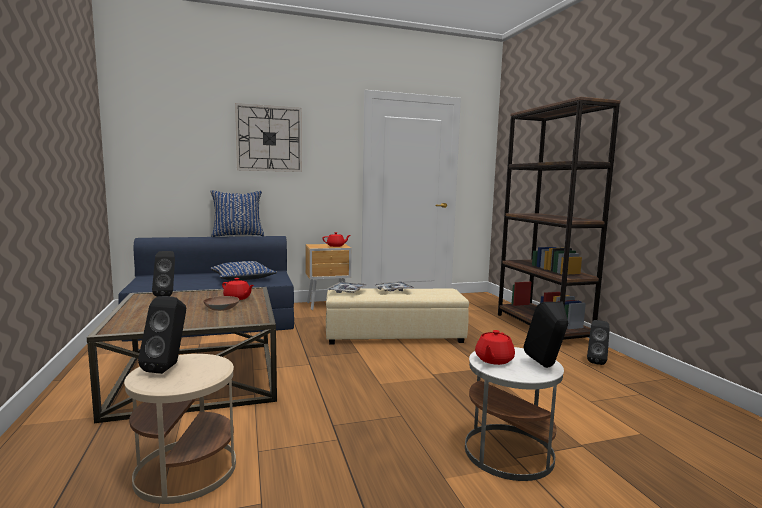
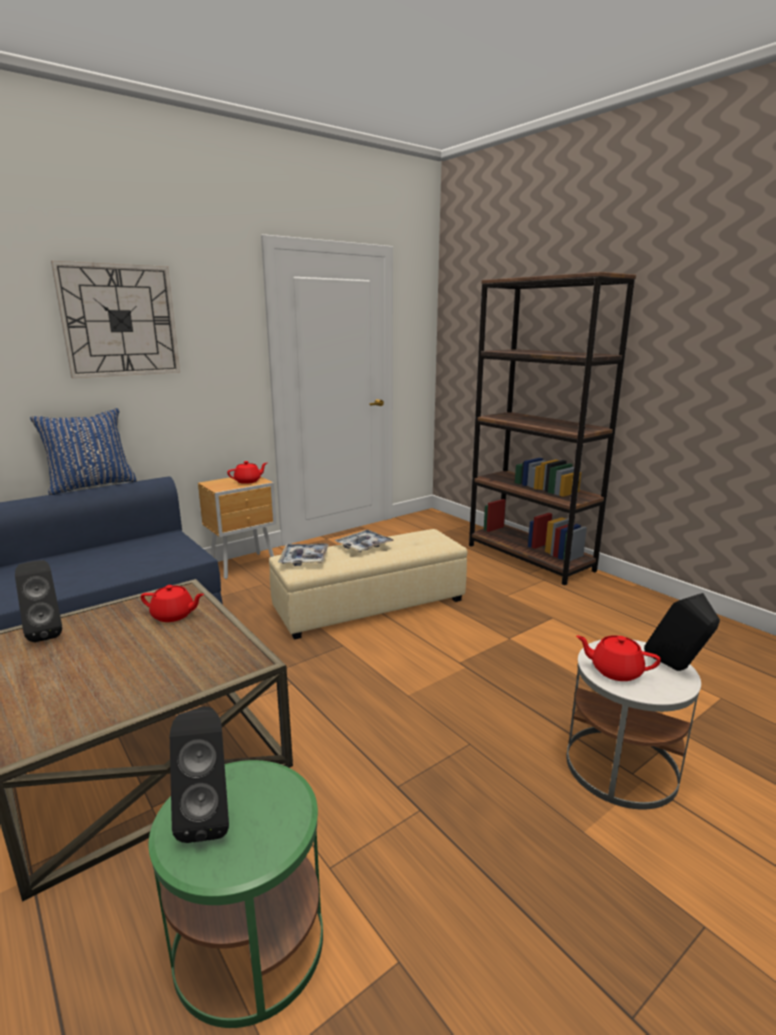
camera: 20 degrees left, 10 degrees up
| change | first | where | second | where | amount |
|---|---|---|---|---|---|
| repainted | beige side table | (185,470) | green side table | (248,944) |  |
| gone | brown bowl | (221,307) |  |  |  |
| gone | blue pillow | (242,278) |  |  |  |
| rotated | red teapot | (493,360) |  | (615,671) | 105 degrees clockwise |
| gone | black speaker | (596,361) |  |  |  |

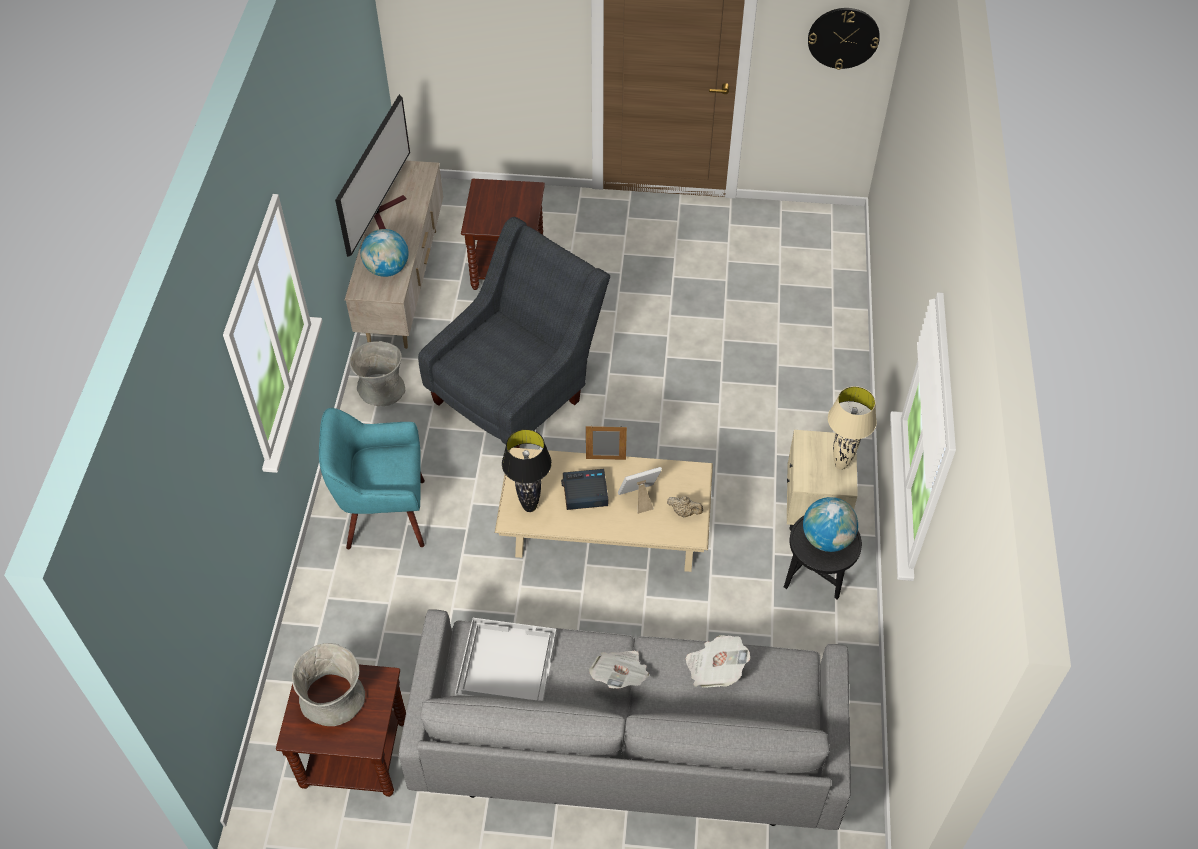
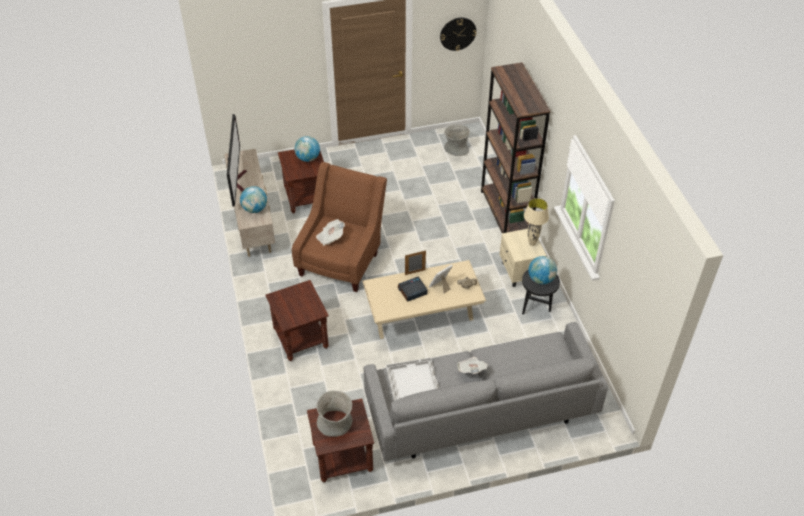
camera: 20 degrees left, 5 degrees down
| change | first | where | second | where | amount |
|---|---|---|---|---|---|
| swapped | turquoise armchair | (384,515) | brown side table | (300,338) |  |
| shifted | grey vase | (381,388) |  | (456,149) |  |
| repainted | grey armchair | (518,392) | brown armchair | (342,258) |  |
| gone | black table lamp | (529,507) |  |  |  |
| shifted | newspaper | (715,669) |  | (330,237) |  |
| new |  |  | globe | (308,158) |  |
| new |  |  | brown bookcase | (505,213) |  |

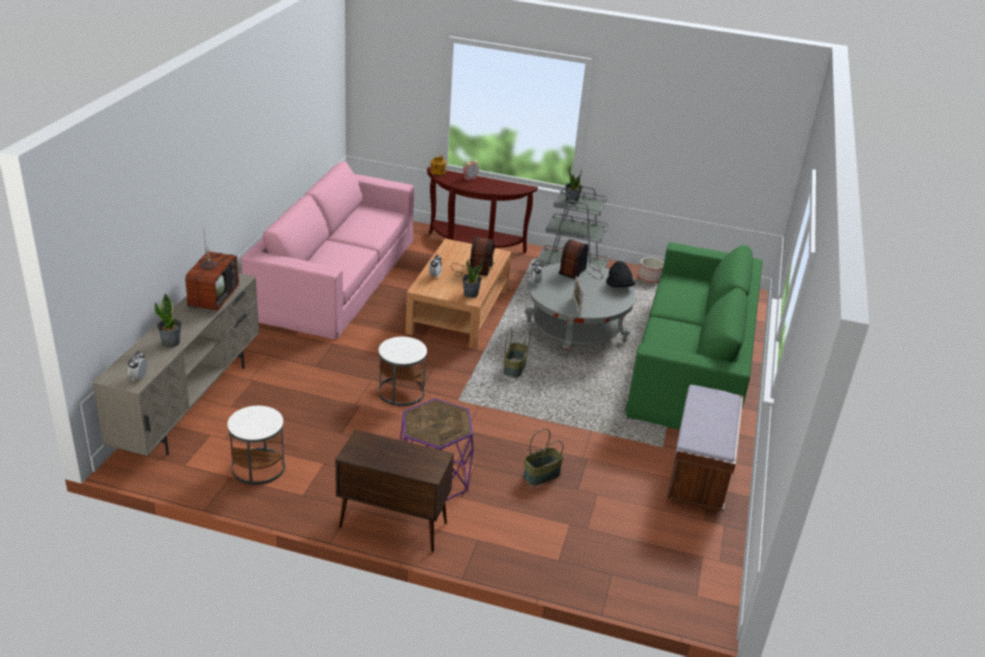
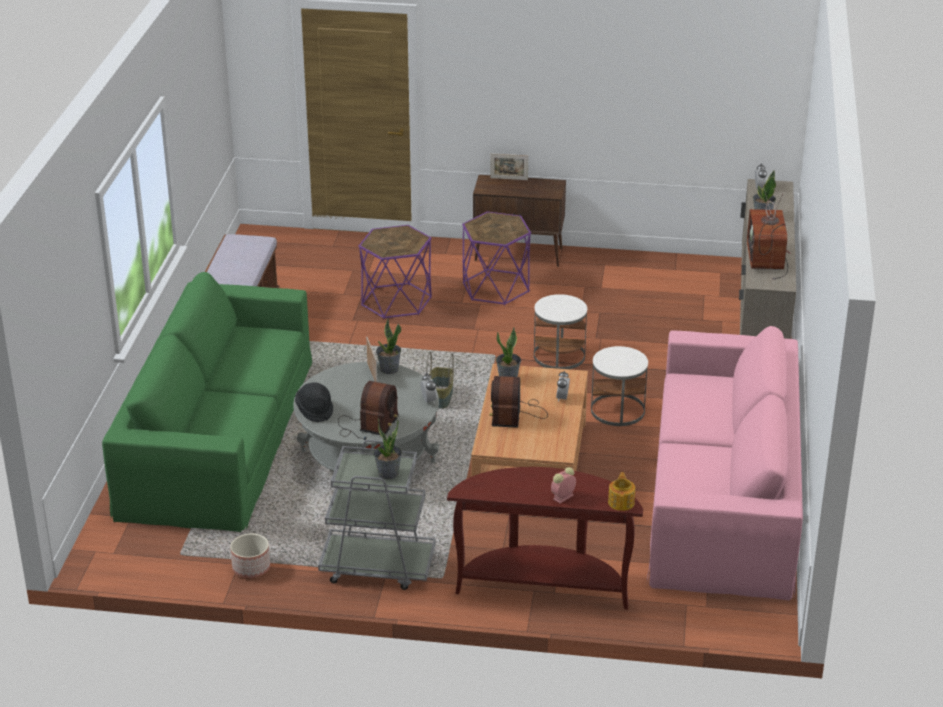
camera: 175 degrees right, 0 degrees up
| change | first | where | second | where | amount |
|---|---|---|---|---|---|
| shifted | white side table | (258,467) |  | (618,410) |  |
| swapped | basket | (541,476) | purple side table | (396,301) |  |
| new |  |  | potted plant | (389,369) |  |
| new |  |  | picture frame | (509,179) |  |

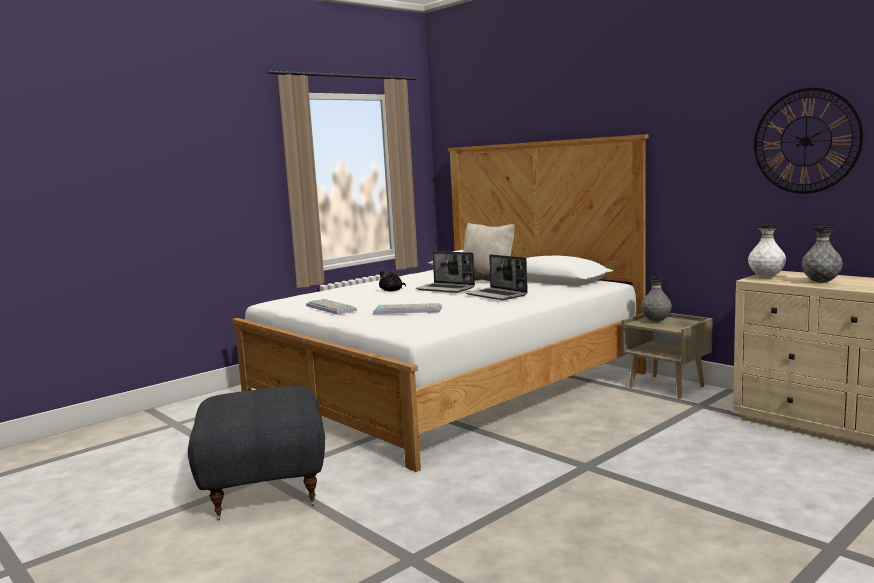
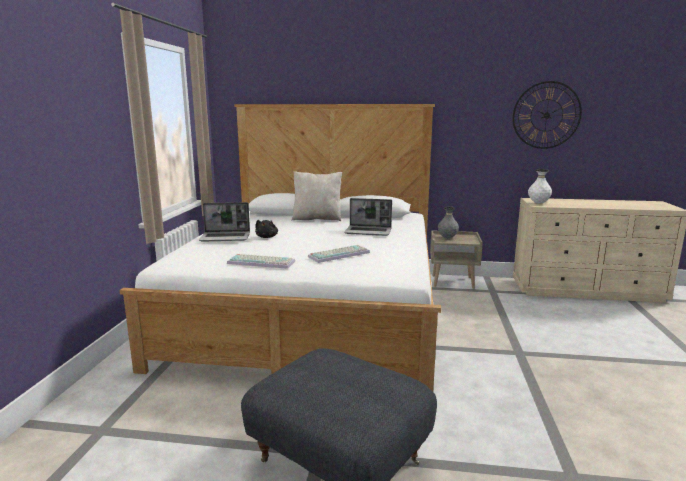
camera: 40 degrees left, 5 degrees up
| change | first | where | second | where | amount |
|---|---|---|---|---|---|
| shifted | laptop | (446,289) |  | (226,237) |  |
| gone | grey vase | (821,282) |  |  |  |

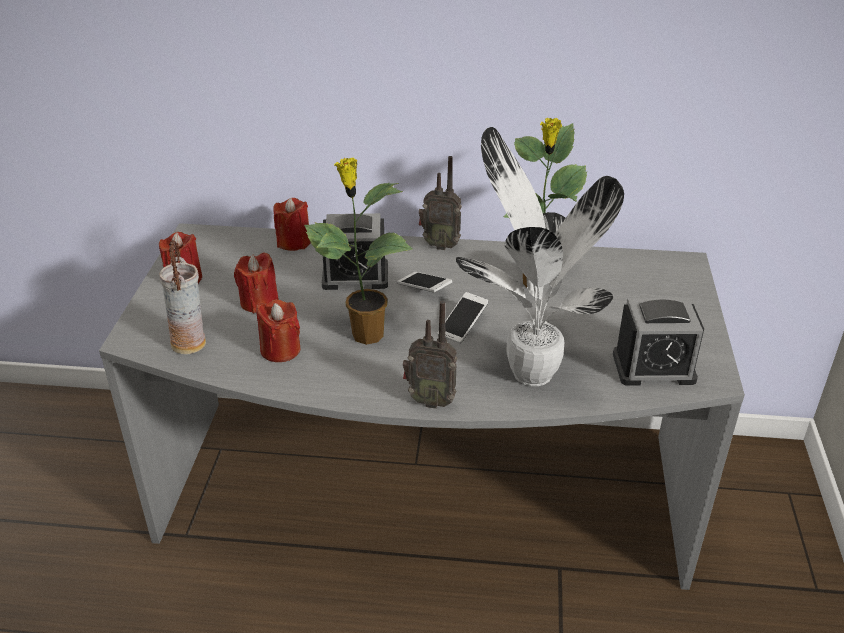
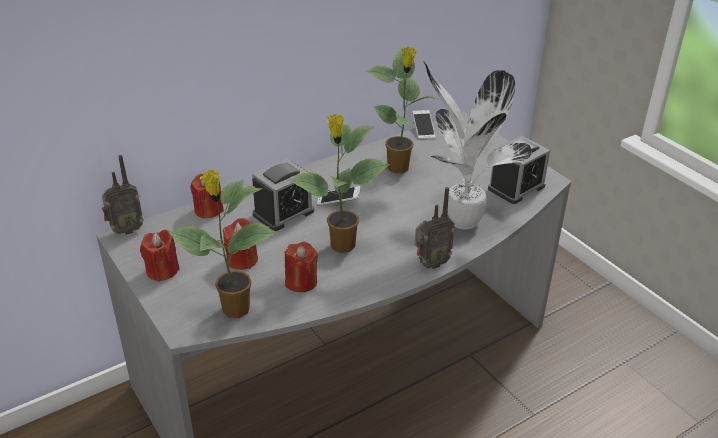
camera: 40 degrees left, 0 degrees up
| change | first | where | second | where | amount |
|---|---|---|---|---|---|
| swapped | vase | (190,344) | potted plant | (234,310) |  |
| shifted | radio | (440,245) |  | (125,230) |  |
| shifted | phone | (462,325) |  | (423,130) |  |

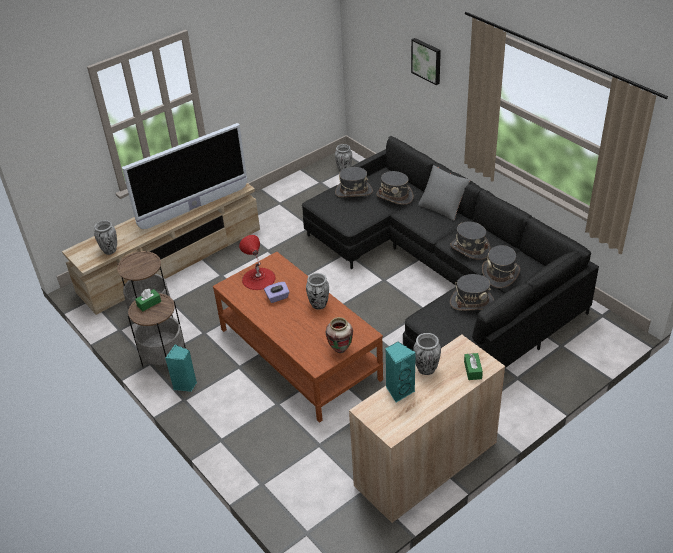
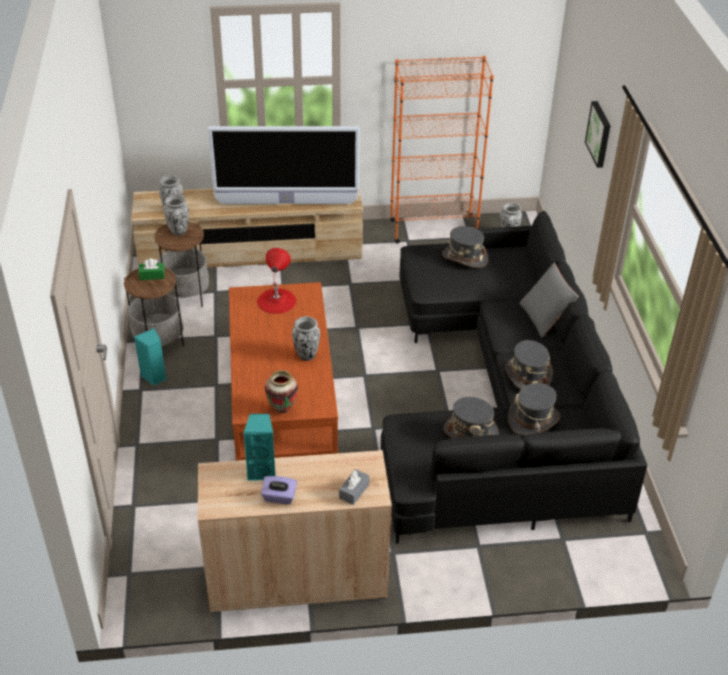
camera: 30 degrees right, 0 degrees up
| change | first | where | second | where | amount |
|---|---|---|---|---|---|
| shifted | purple tissue box | (277,297) |  | (279,497) |  |
| gone | grey hat | (395,196) |  |  |  |
| shifted | vase | (426,369) |  | (179,231) |  |
| repainted | green tissue box | (472,370) | grey tissue box | (354,491) |  |
| new |  |  | orange bookcase | (433,229) |  |

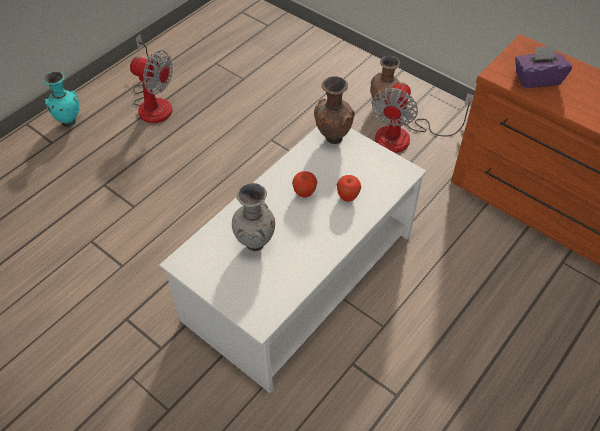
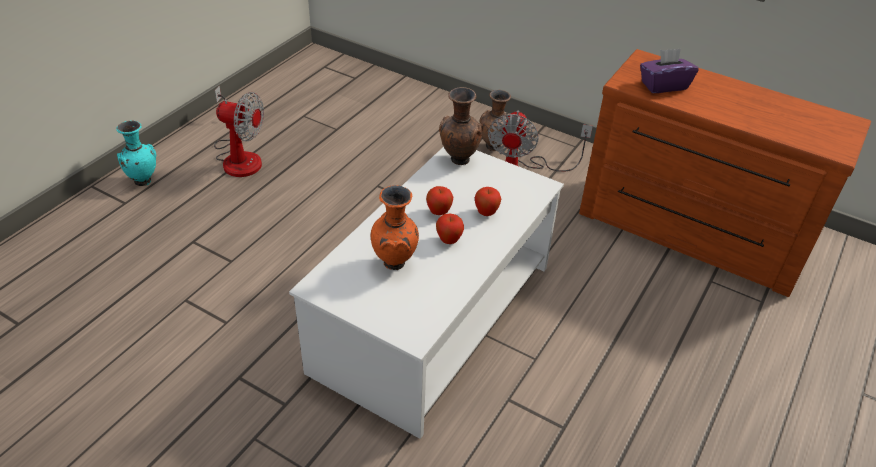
camera: 10 degrees left, 10 degrees down
| change | first | where | second | where | amount |
|---|---|---|---|---|---|
| repainted | grey vase | (256,245) | orange vase | (395,264) |  |
| new |  |  | apple | (449,240) |  |

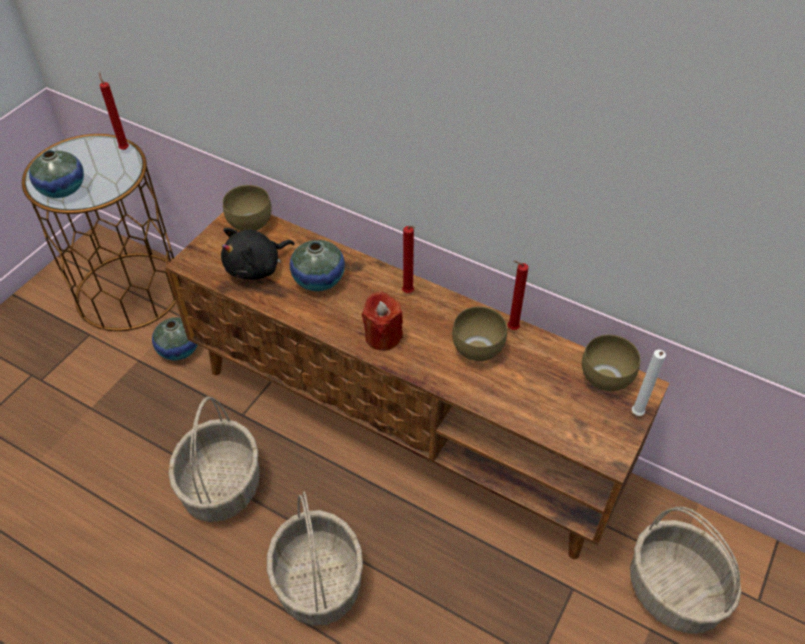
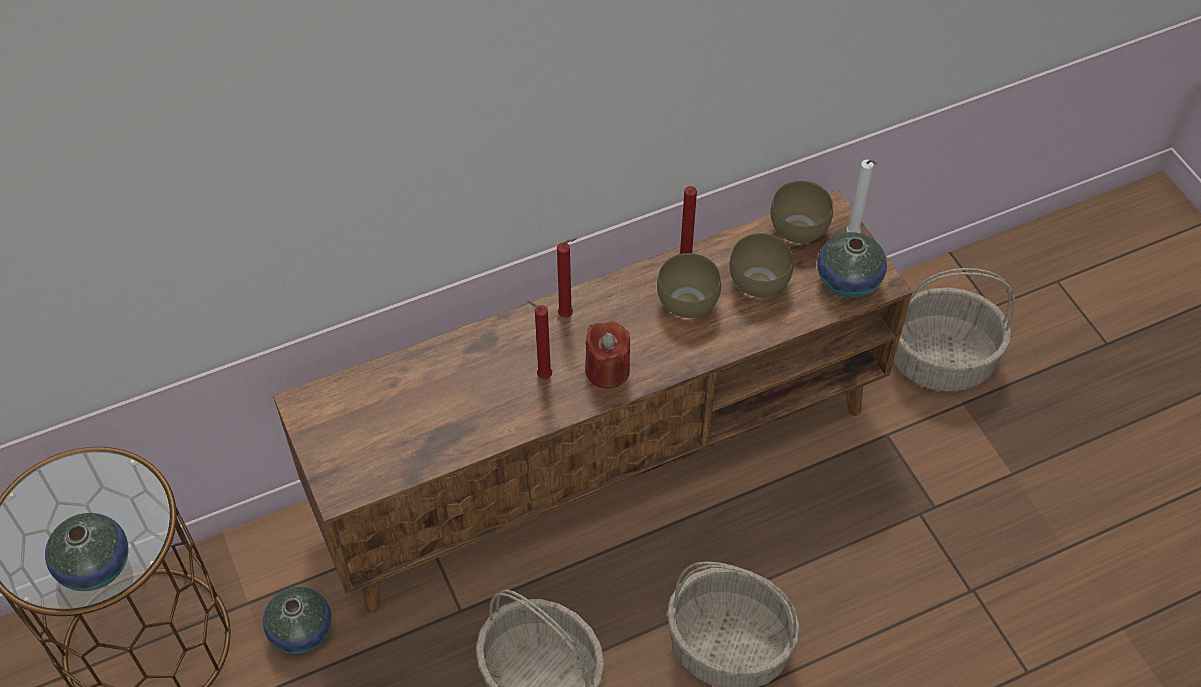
camera: 55 degrees left, 5 degrees up
| change | first | where | second | where | amount |
|---|---|---|---|---|---|
| shifted | red candle | (124,148) |  | (542,375) |  |
| gone | black plush toy | (256,267) |  |  |  |
| shifted | brown bowl | (251,222) |  | (757,281) |  |
| shifted | vase | (318,279) |  | (848,280) |  |

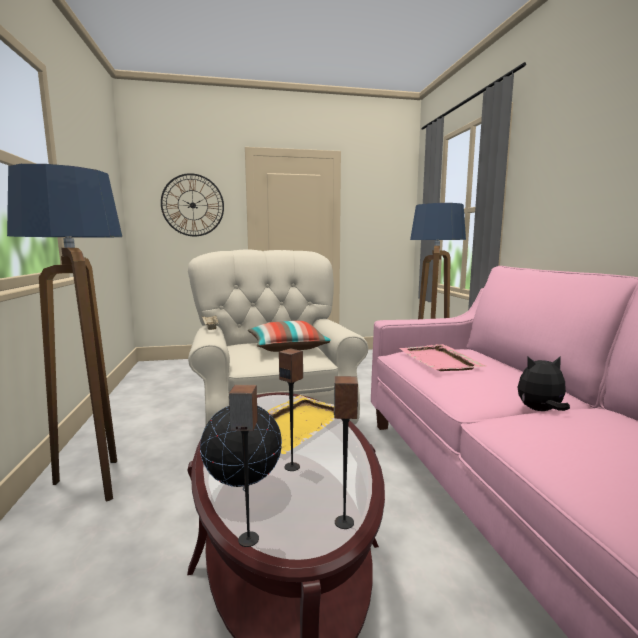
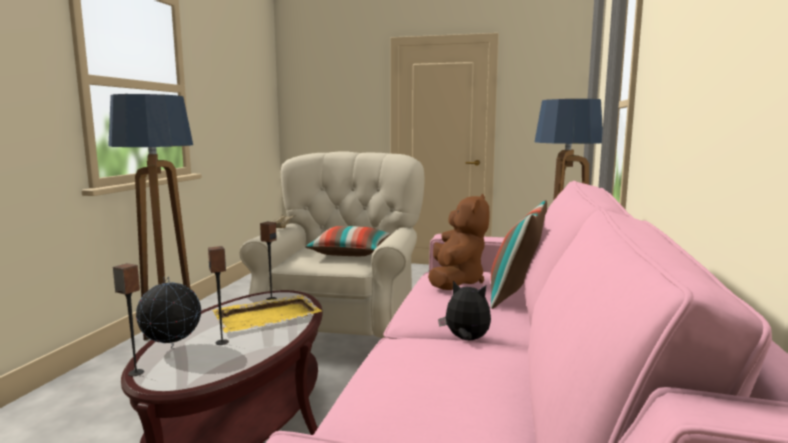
camera: 25 degrees right, 0 degrees up
| change | first | where | second | where | amount |
|---|---|---|---|---|---|
| gone | wall clock | (192,205) |  |  |  |
| shifted | speaker | (343,522) |  | (271,299) |  |
| swapped | pink tray | (439,360) | brown plush toy | (456,281) |  |
| new |  |  | pillow | (517,295) |  |

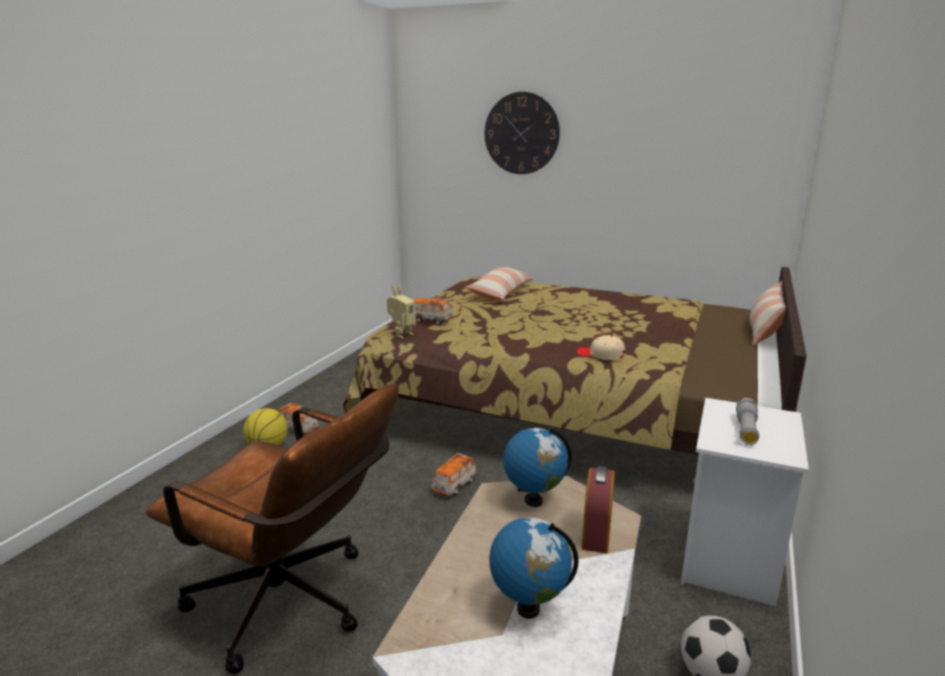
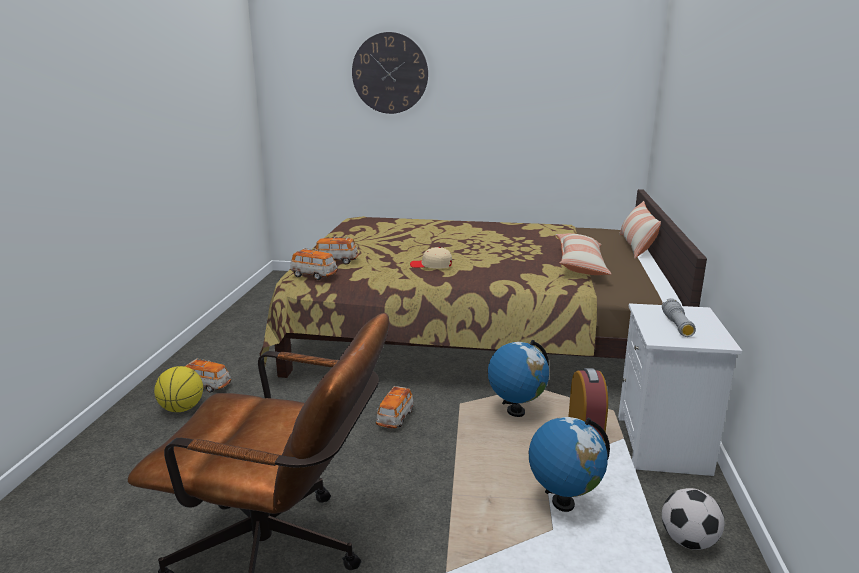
camera: 15 degrees left, 0 degrees up
| change | first | where | second | where | amount |
|---|---|---|---|---|---|
| swapped | toy robot | (401,334) | toy car | (314,275) |  |
| shifted | pillow | (500,292) |  | (580,264) |  |
| shifted | beige cap | (600,355) |  | (431,265) |  |

